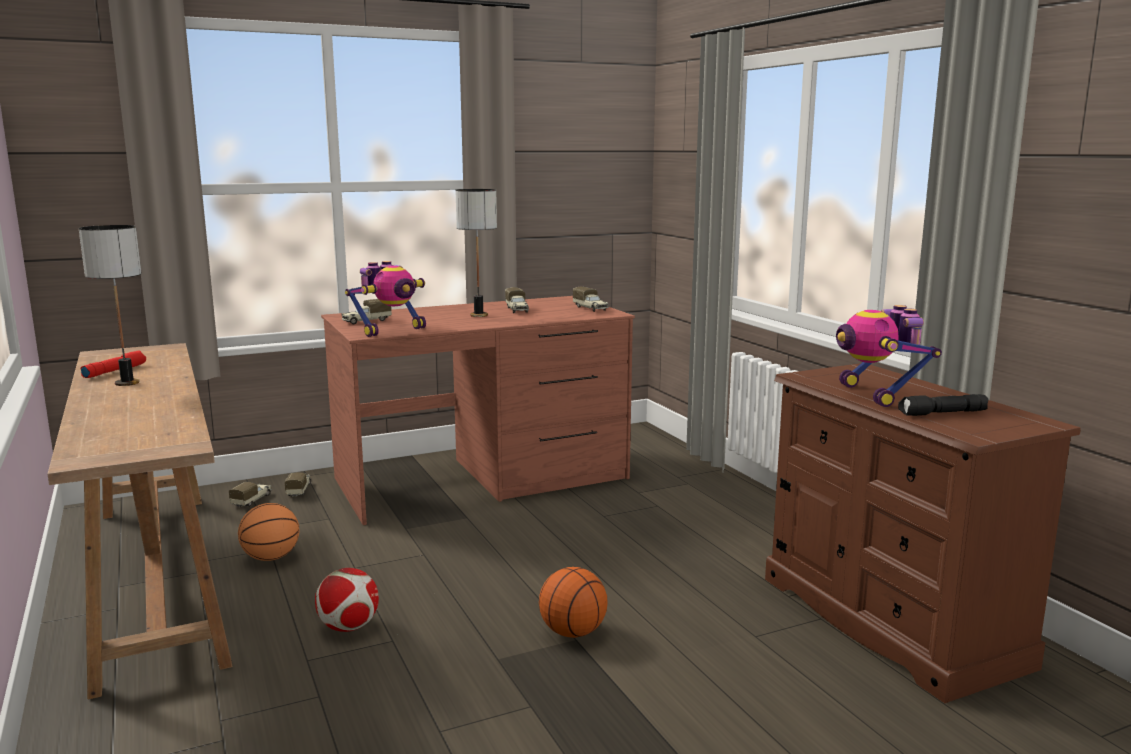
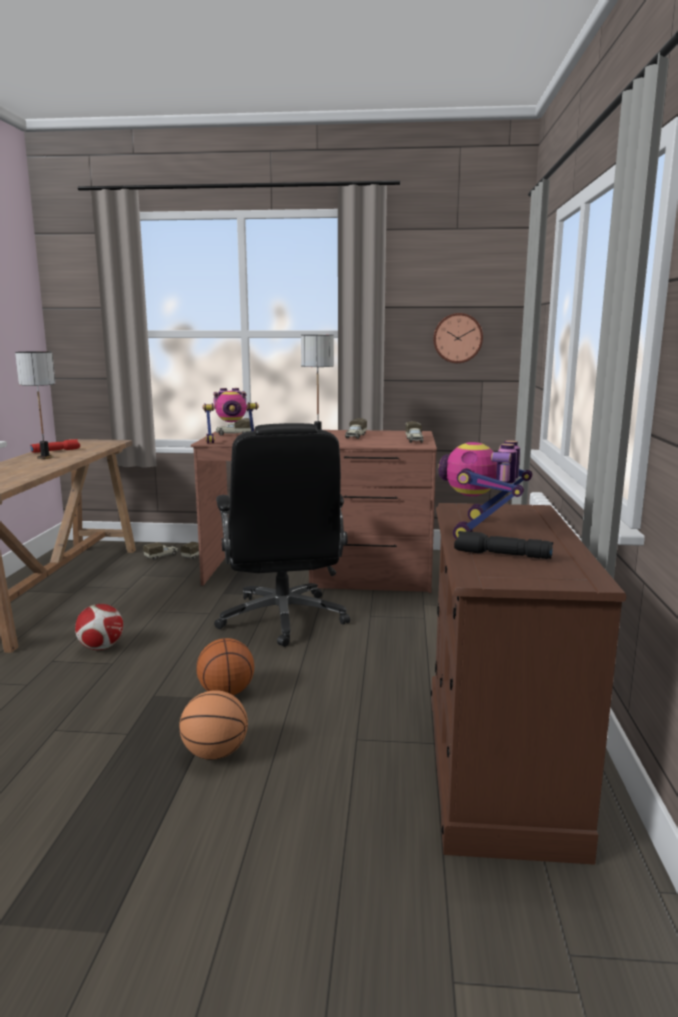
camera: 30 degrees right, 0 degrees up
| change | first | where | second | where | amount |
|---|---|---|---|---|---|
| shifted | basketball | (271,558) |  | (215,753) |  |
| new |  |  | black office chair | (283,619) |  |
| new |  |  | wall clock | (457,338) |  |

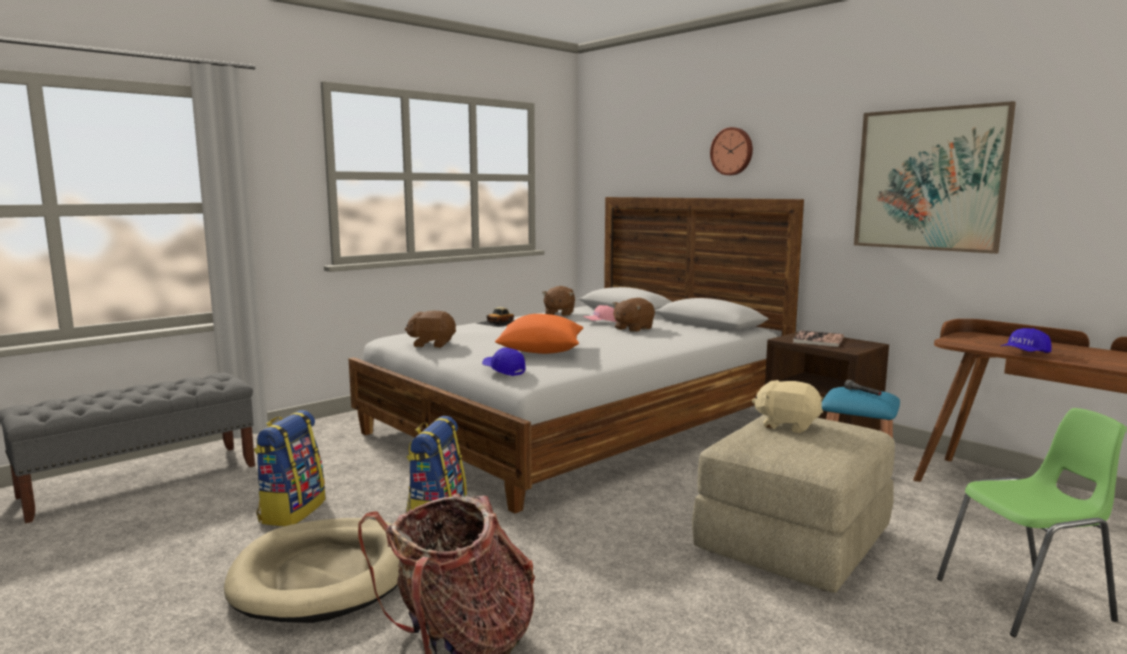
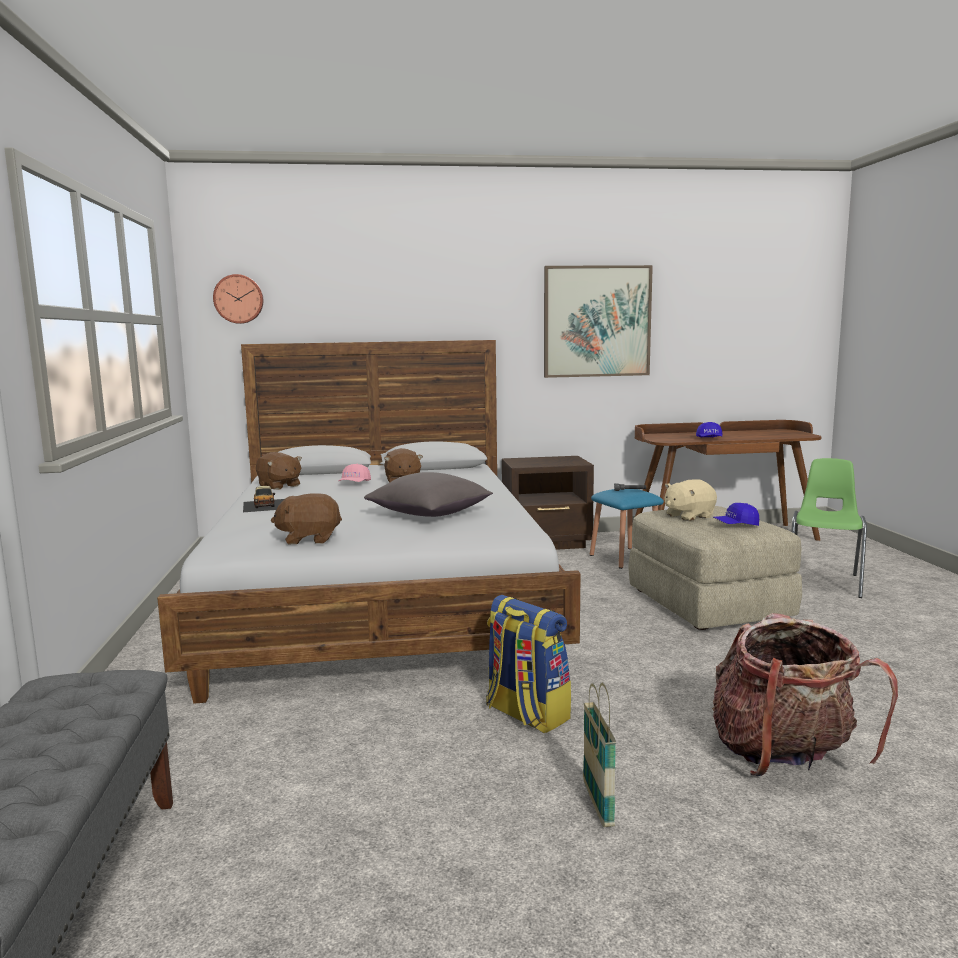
camera: 55 degrees left, 0 degrees up
| change | first | where | second | where | amount |
|---|---|---|---|---|---|
| swapped | beige dog bed | (323,575) | basket | (597,803) |  |
| gone | backpack | (292,511) |  |  |  |
| rotated | brown plush toy | (432,344) |  | (309,539) | 45 degrees clockwise |
| shifted | blue cap | (503,371) |  | (736,525) |  |
| repainted | orange pillow | (540,351) | grey pillow | (430,515) |  |
| shifted | wall clock | (732,151) |  | (239,299) |  |
| gone | book | (818,340) |  |  |  |

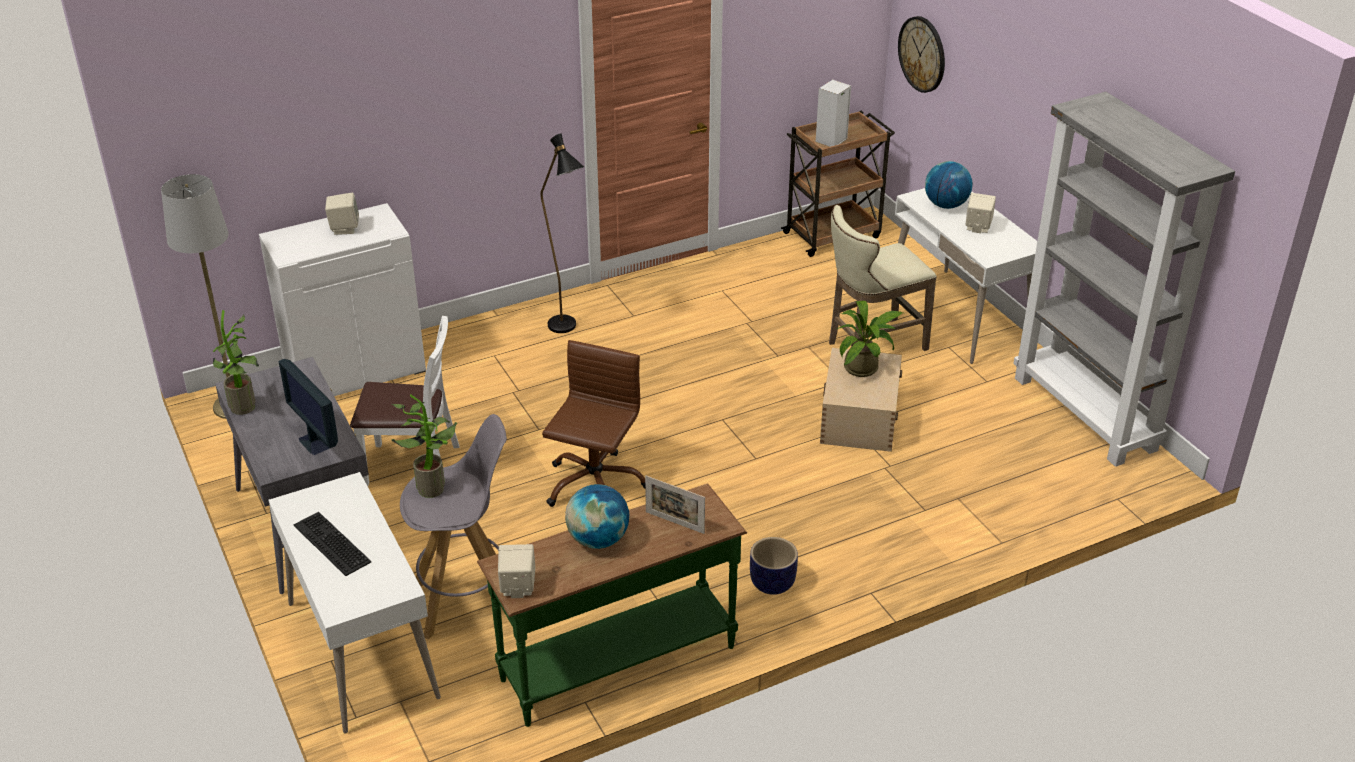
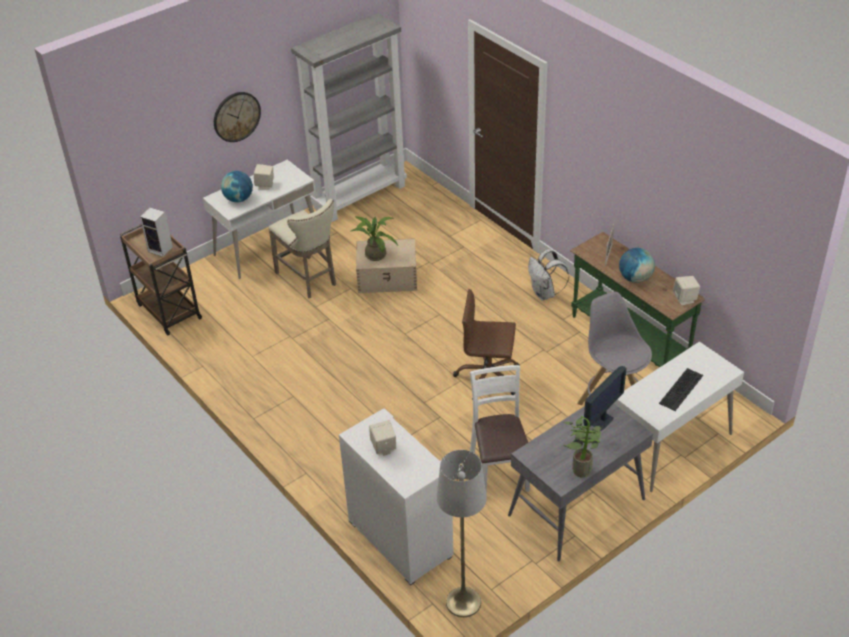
camera: 100 degrees left, 5 degrees up
| change | first | where | second | where | amount |
|---|---|---|---|---|---|
| gone | potted plant | (433,486) |  |  |  |
| gone | black floor lamp | (568,330) |  |  |  |
| swapped | planter | (772,583) | white backpack | (545,294) |  |
| shifted | wall clock | (922,54) |  | (236,116) |  |

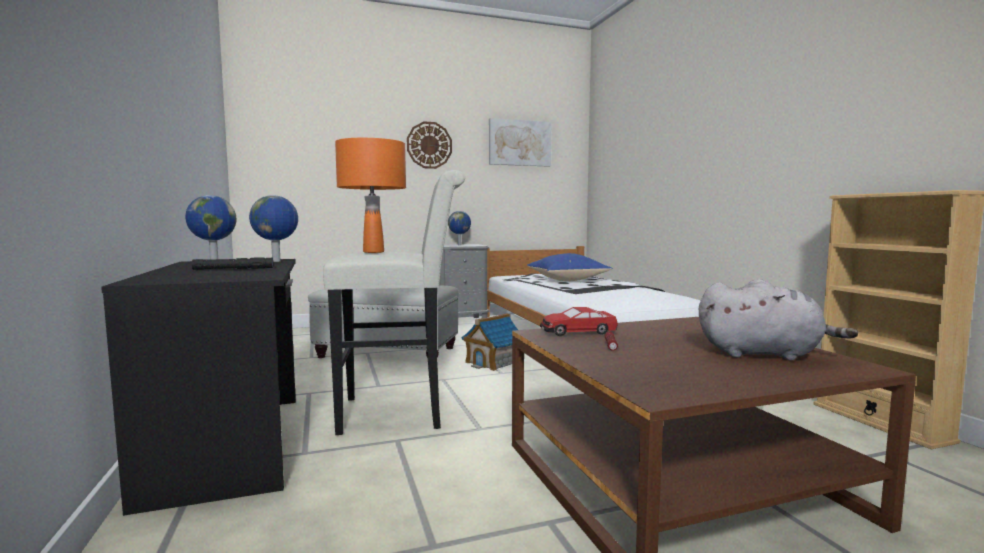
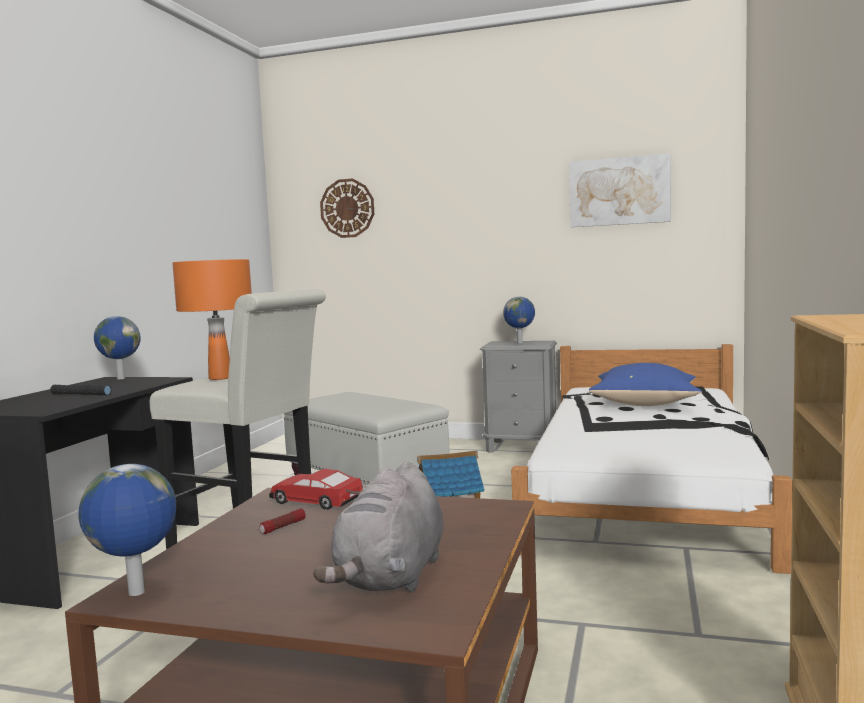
camera: 35 degrees right, 0 degrees up
| change | first | where | second | where | amount |
|---|---|---|---|---|---|
| shifted | globe | (277,261) |  | (136,593) |  |
| shifted | wall clock | (429,145) |  | (347,208) |  |
| rotated | grey plush toy | (763,354) |  | (391,577) | 60 degrees clockwise |

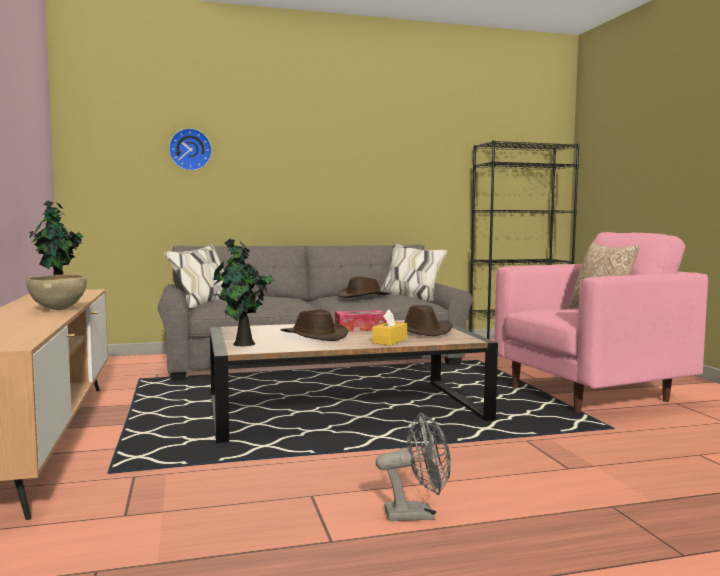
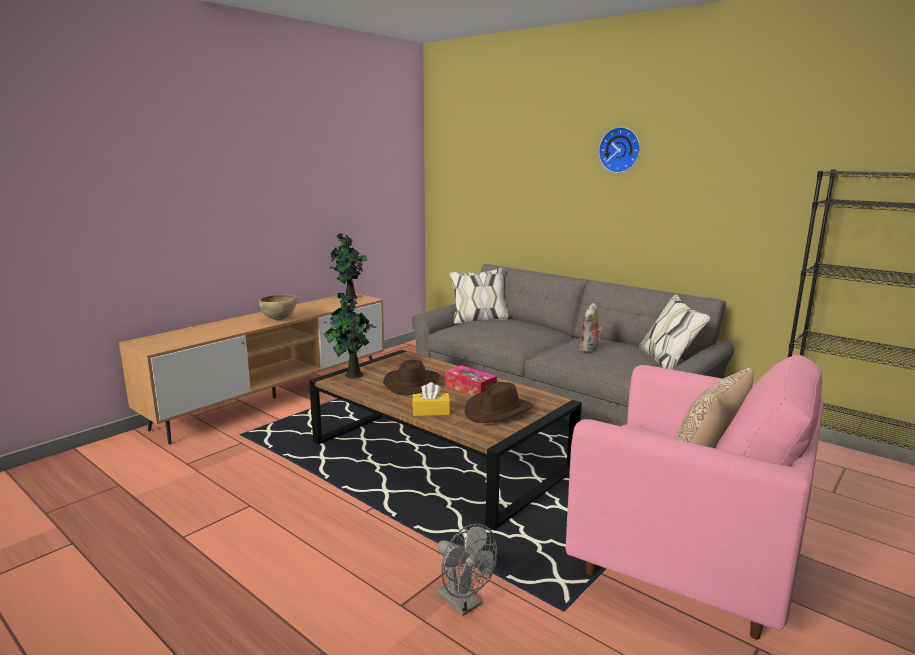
camera: 55 degrees right, 10 degrees up
| change | first | where | second | where | amount |
|---|---|---|---|---|---|
| shifted | wall clock | (190,149) |  | (620,150) |  |
| swapped | brown hat | (363,296) | plush toy | (589,349) |  |
| shifted | grey fan | (417,514) |  | (464,603) |  |

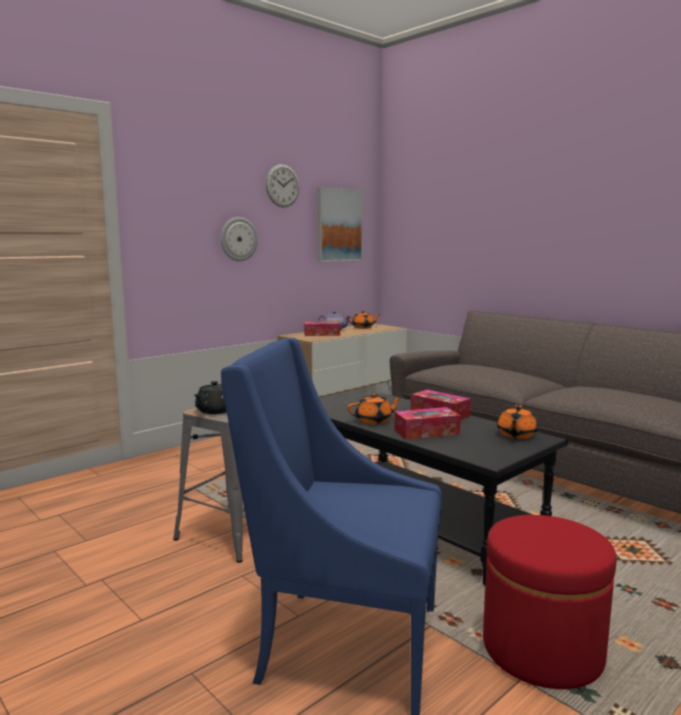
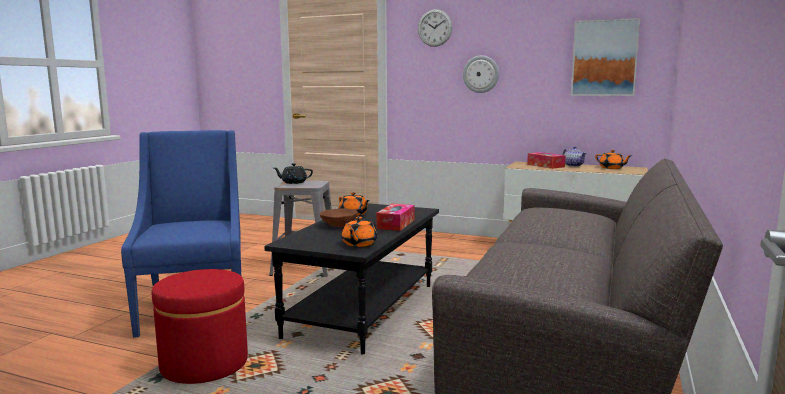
camera: 65 degrees right, 0 degrees up
| change | first | where | second | where | amount |
|---|---|---|---|---|---|
| shifted | wall clock | (282,186) |  | (435,28) |  |
| swapped | tissue box | (426,432) | brown bowl | (339,225) |  |
| rotated | orange teapot | (516,435) |  | (359,244) | 75 degrees counterclockwise |

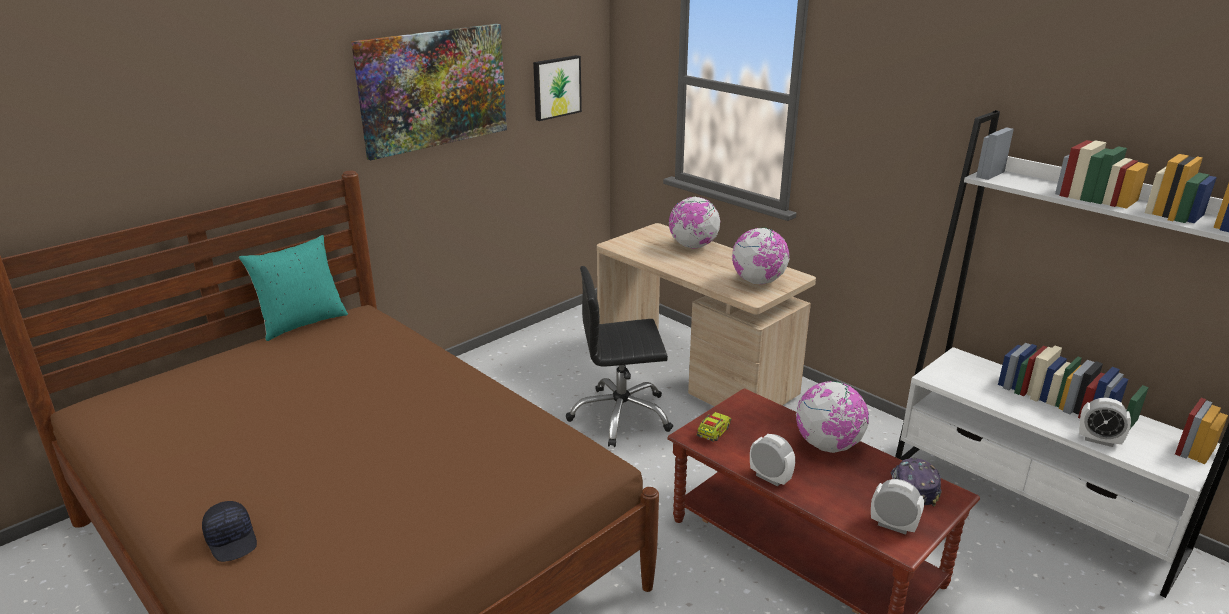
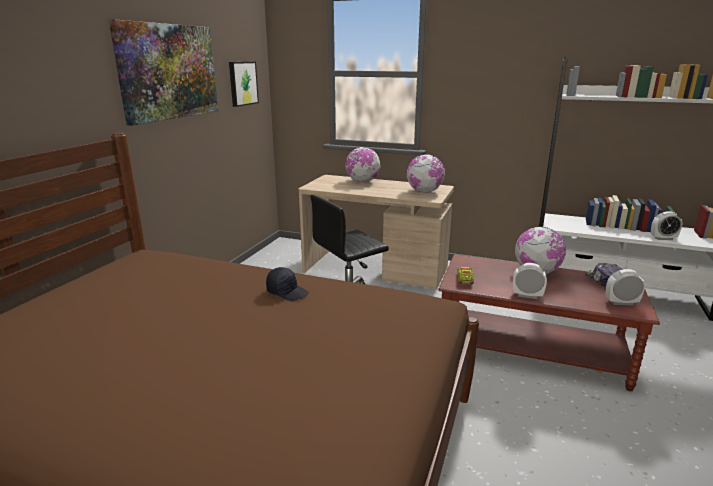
camera: 25 degrees left, 5 degrees down
| change | first | where | second | where | amount |
|---|---|---|---|---|---|
| shifted | black cap | (232,540) |  | (287,292) |  |
| gone | turquoise pillow | (302,323) |  |  |  |

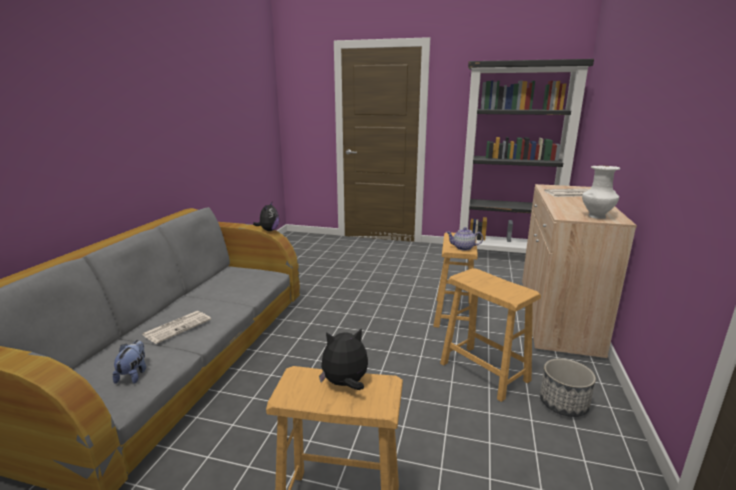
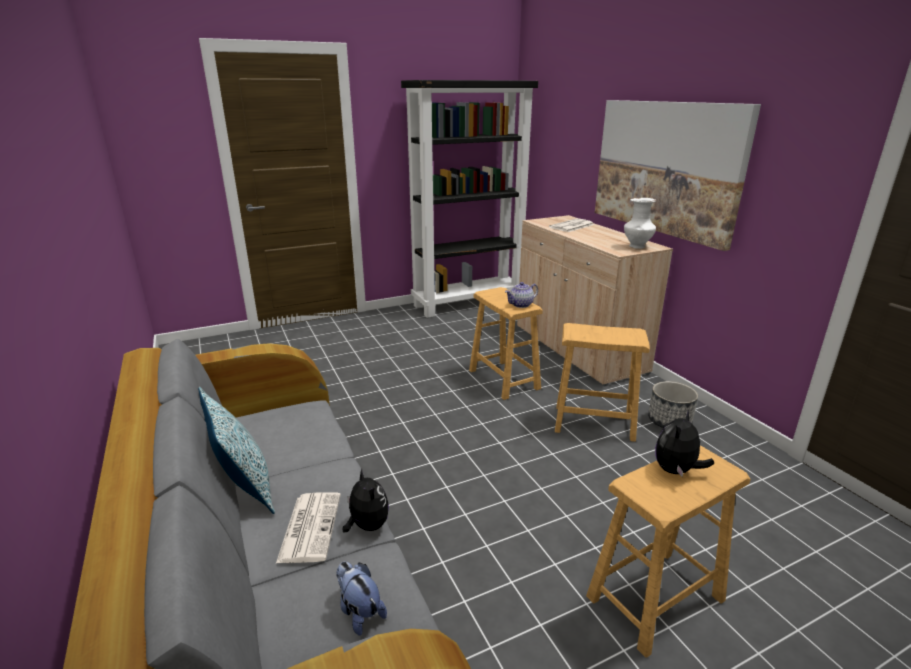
camera: 40 degrees left, 5 degrees up
| change | first | where | second | where | amount |
|---|---|---|---|---|---|
| shifted | plush toy | (268,230) |  | (367,525) |  |
| new |  |  | pillow | (245,487) |  |
| new |  |  | picture | (665,168) |  |

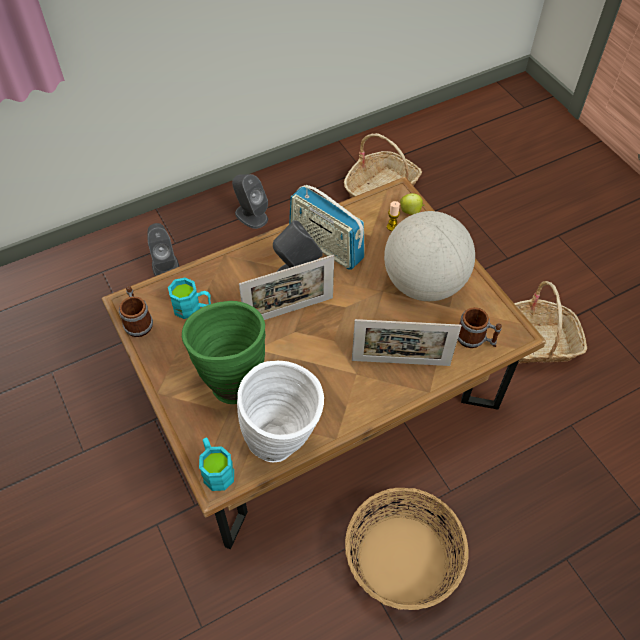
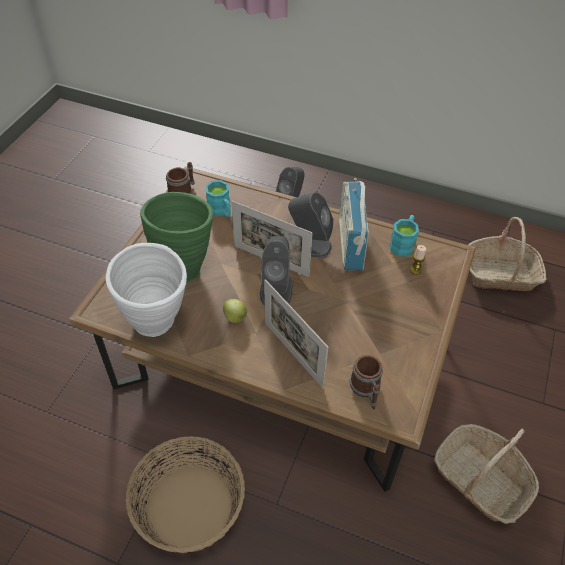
camera: 50 degrees right, 5 degrees down
| change | first | where | second | where | amount |
|---|---|---|---|---|---|
| shifted | turquoise mug | (216,470) |  | (403,243) |  |
| shifted | grey speaker | (251,215) |  | (276,289) |  |
| gone | globe | (423,283) |  |  |  |
| shifted | apple | (411,211) |  | (235,318) |  |

